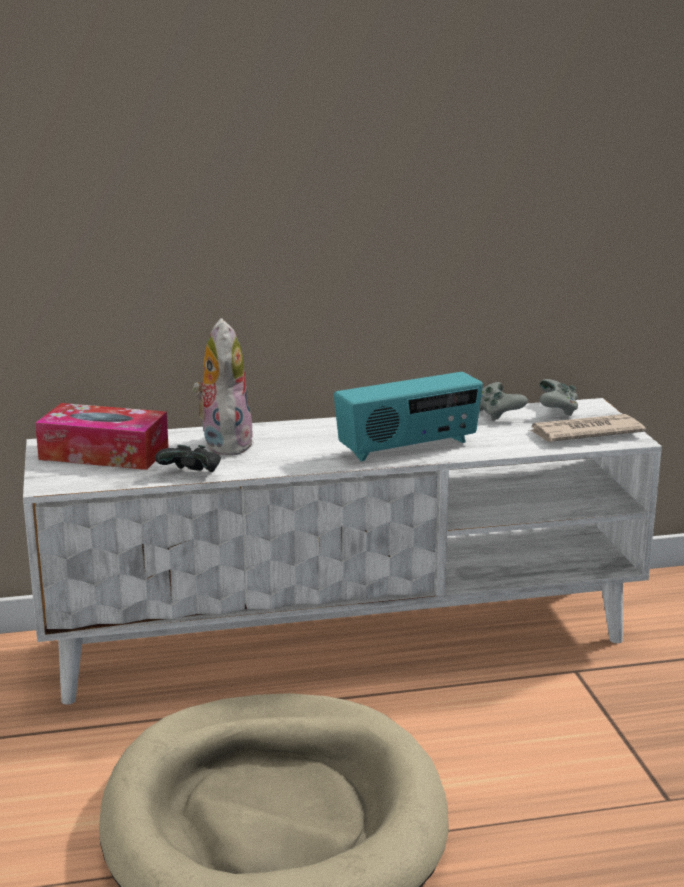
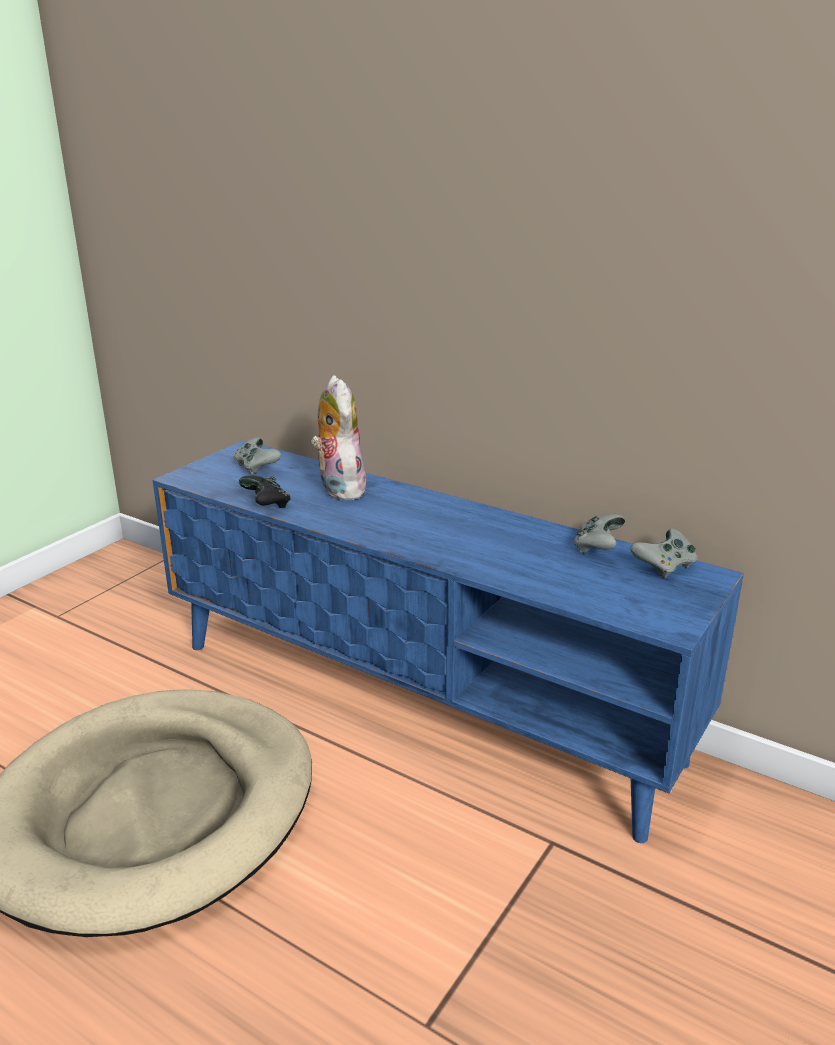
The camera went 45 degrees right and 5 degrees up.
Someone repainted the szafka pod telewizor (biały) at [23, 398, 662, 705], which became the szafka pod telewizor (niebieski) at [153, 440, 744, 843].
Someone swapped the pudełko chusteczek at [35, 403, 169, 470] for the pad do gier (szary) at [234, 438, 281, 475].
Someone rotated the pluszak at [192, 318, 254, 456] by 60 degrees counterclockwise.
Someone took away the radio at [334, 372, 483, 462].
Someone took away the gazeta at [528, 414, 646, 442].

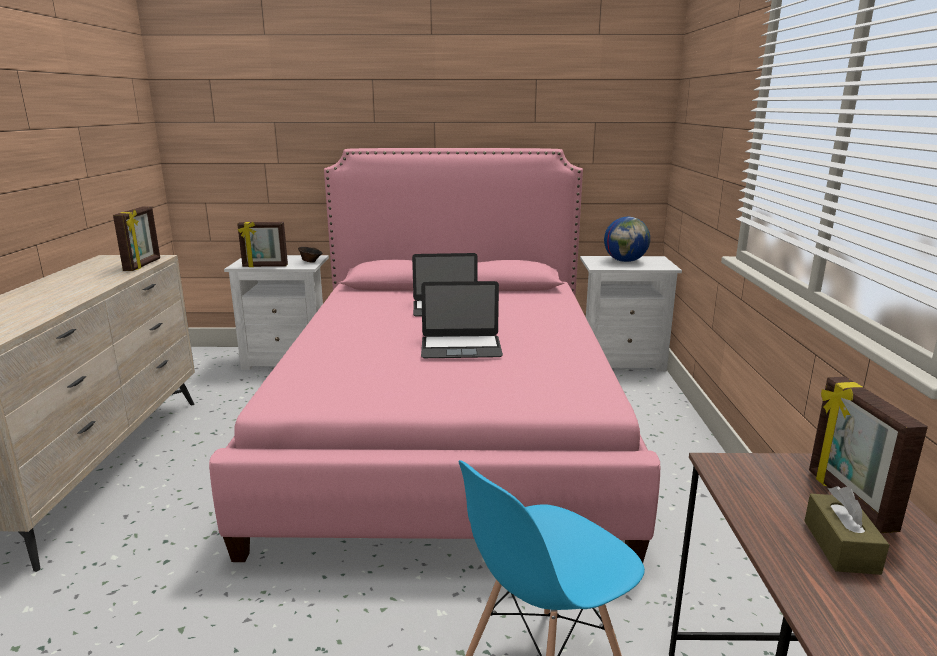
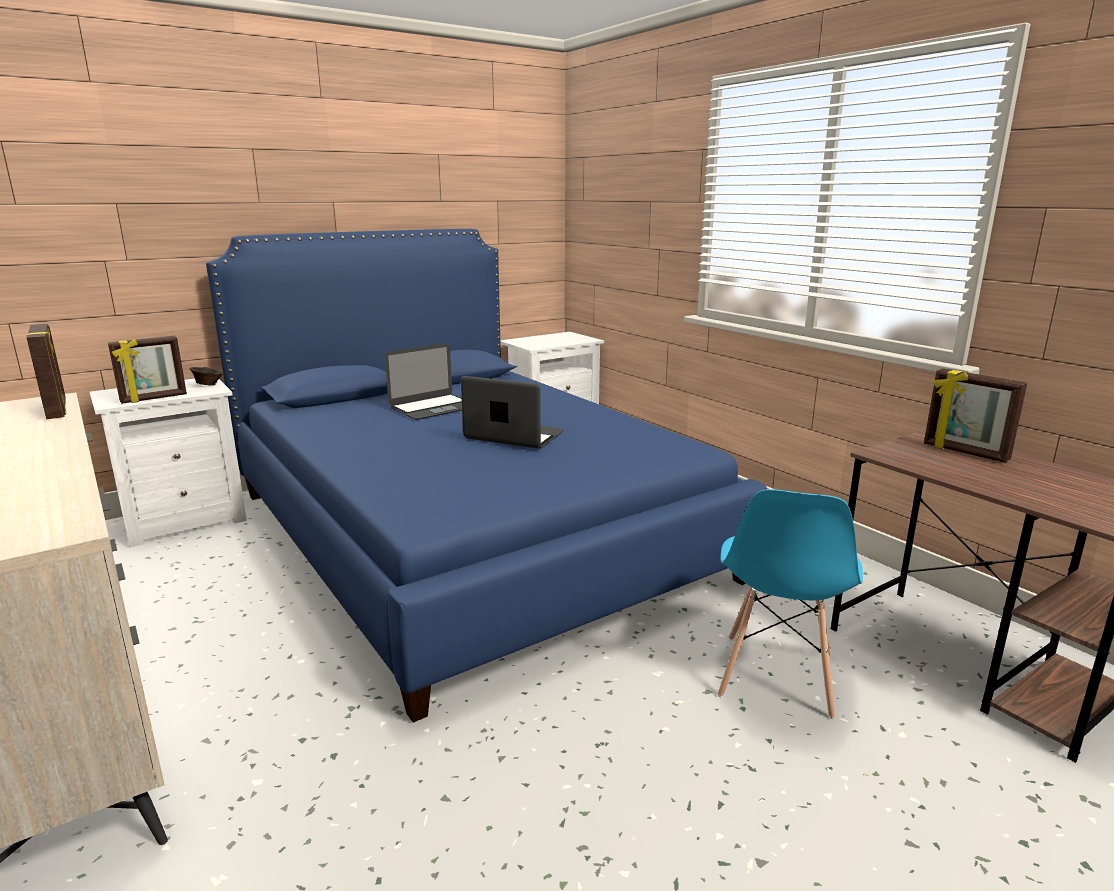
The camera went 35 degrees left and 0 degrees up.
Someone repainted the łóżko (różowy) at [209, 148, 660, 563], which became the łóżko (niebieski) at [206, 229, 767, 722].
Someone rotated the laptop at [421, 281, 503, 358] by 120 degrees counterclockwise.
Someone took away the globus at [604, 217, 650, 262].
Someone took away the pudełko chusteczek (brązowy) at [804, 486, 889, 575].

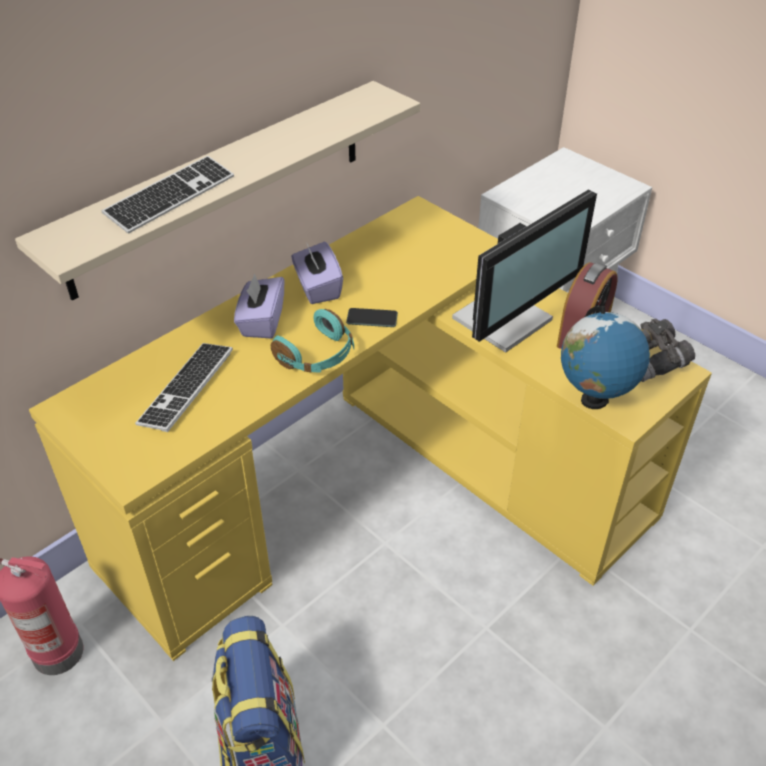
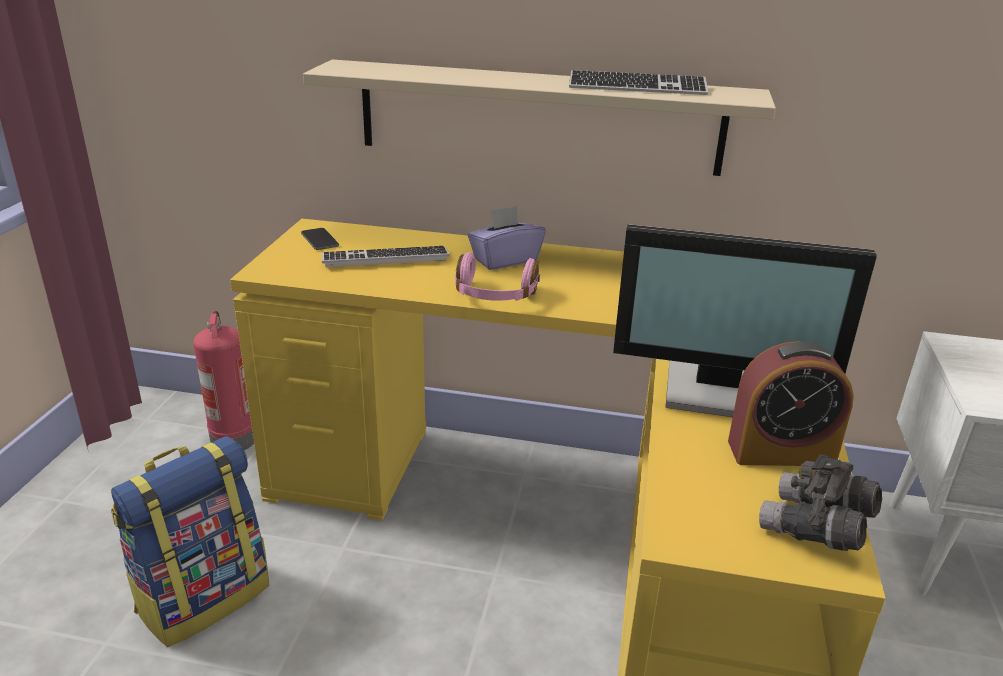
The camera went 55 degrees right and 15 degrees down.
Someone carried the telefon from [346, 308, 398, 327] to [301, 228, 339, 250].
Someone repainted the słuchawki (turkusowy) at [271, 309, 354, 372], which became the słuchawki (różowy) at [455, 252, 540, 301].
Someone carried the klawiatura from [102, 156, 234, 233] to [569, 70, 708, 95].
Someone took away the pudełko chusteczek (fioletowy) at [291, 242, 343, 304].
Someone took away the globus at [561, 306, 650, 409].

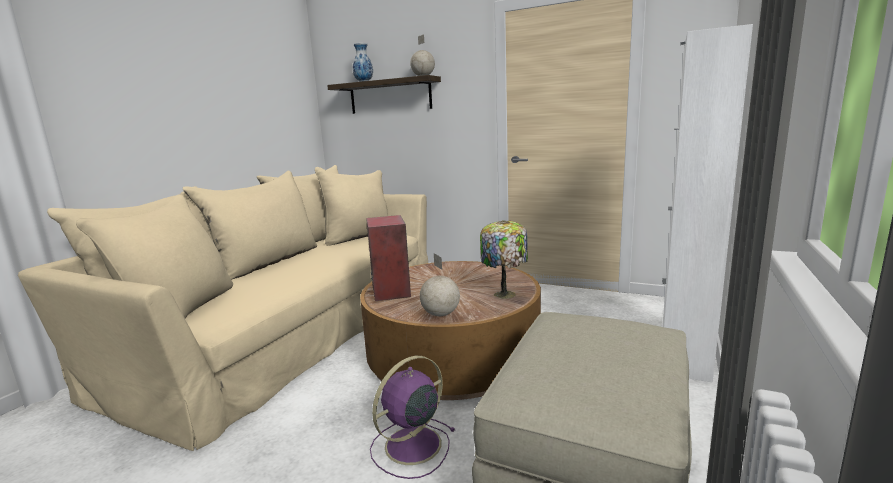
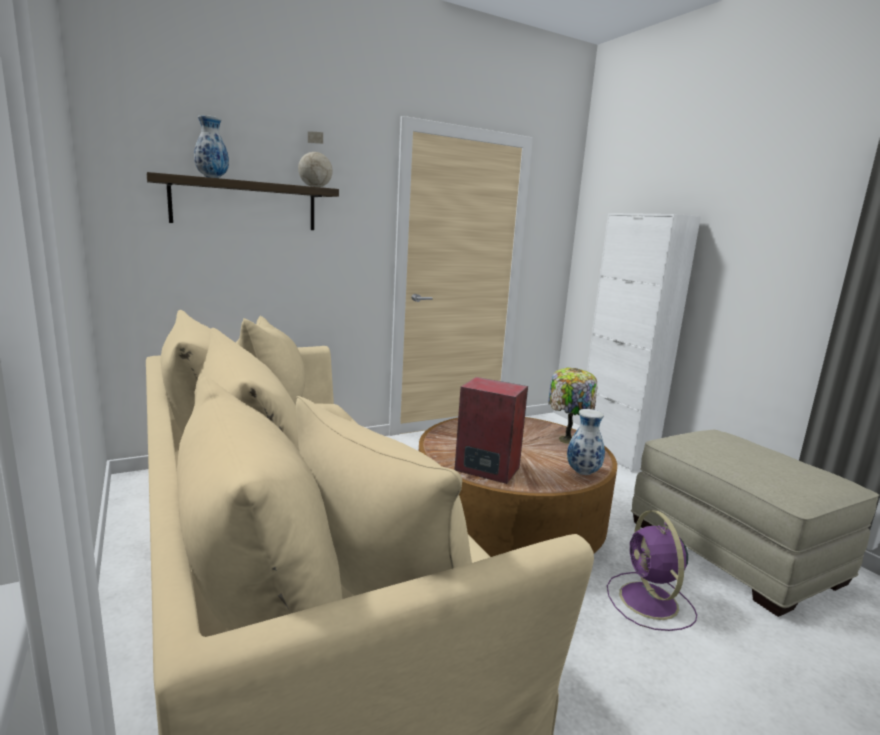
The camera went 55 degrees left and 0 degrees up.
Someone swapped the globus at [420, 253, 460, 316] for the wazon at [567, 409, 605, 475].

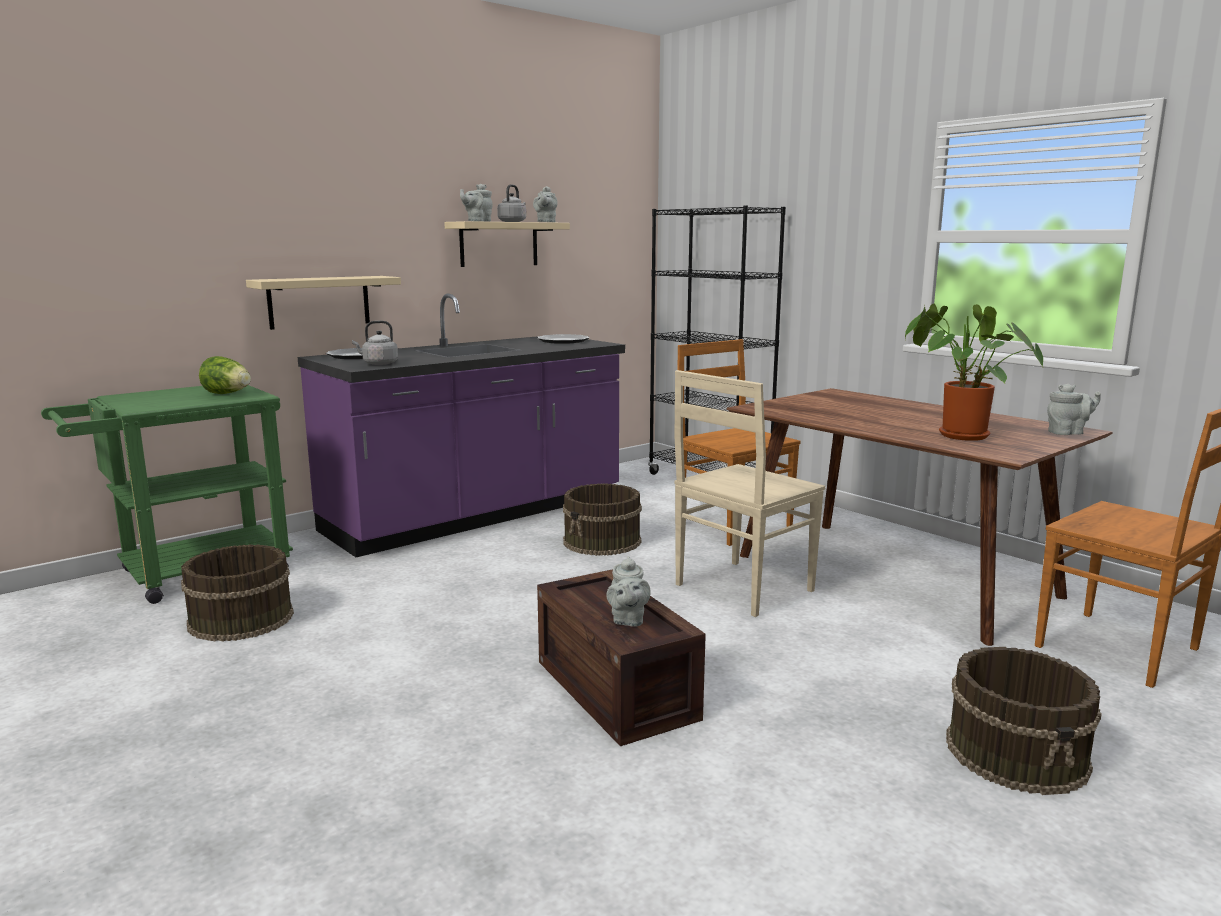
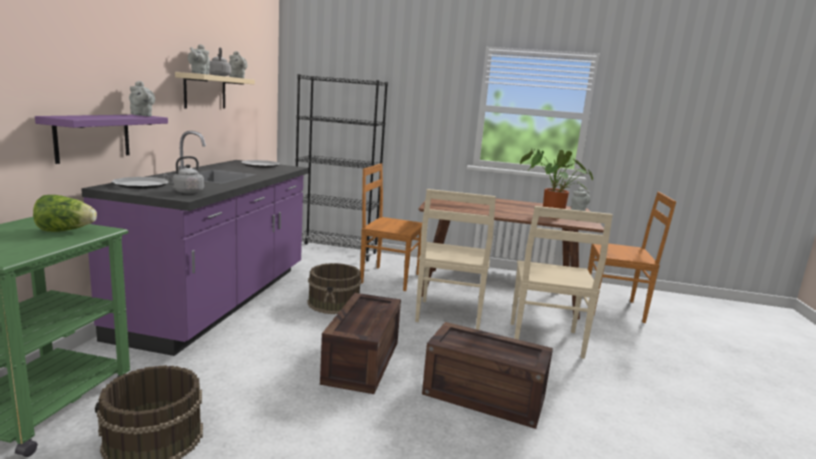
The camera went 40 degrees left and 0 degrees up.
Someone repainted the półka (beżowy) at [246, 276, 401, 330], which became the półka (fioletowy) at [35, 115, 168, 164].
Someone carried the imbryk (szary) from [606, 556, 651, 627] to [129, 81, 155, 116].
Someone put down the skrzynka at [320, 293, 401, 394].
Someone put down the krzesło (beżowy) at [511, 206, 613, 359].
Someone took away the wiadro (brązowy) at [946, 647, 1102, 795].

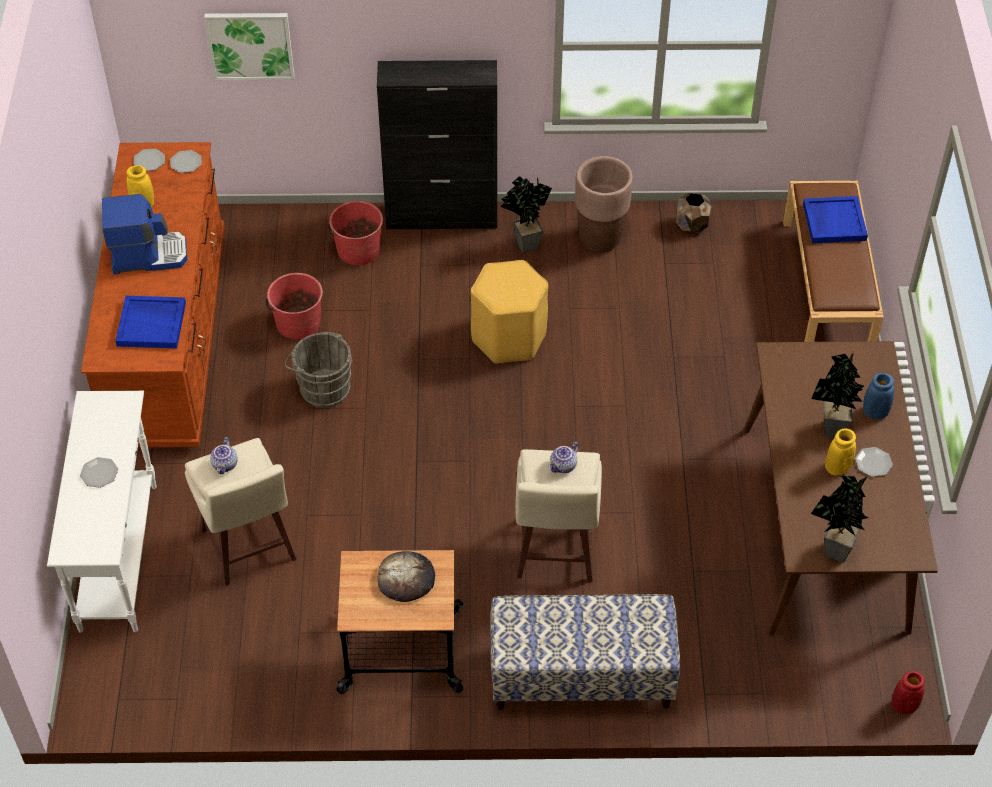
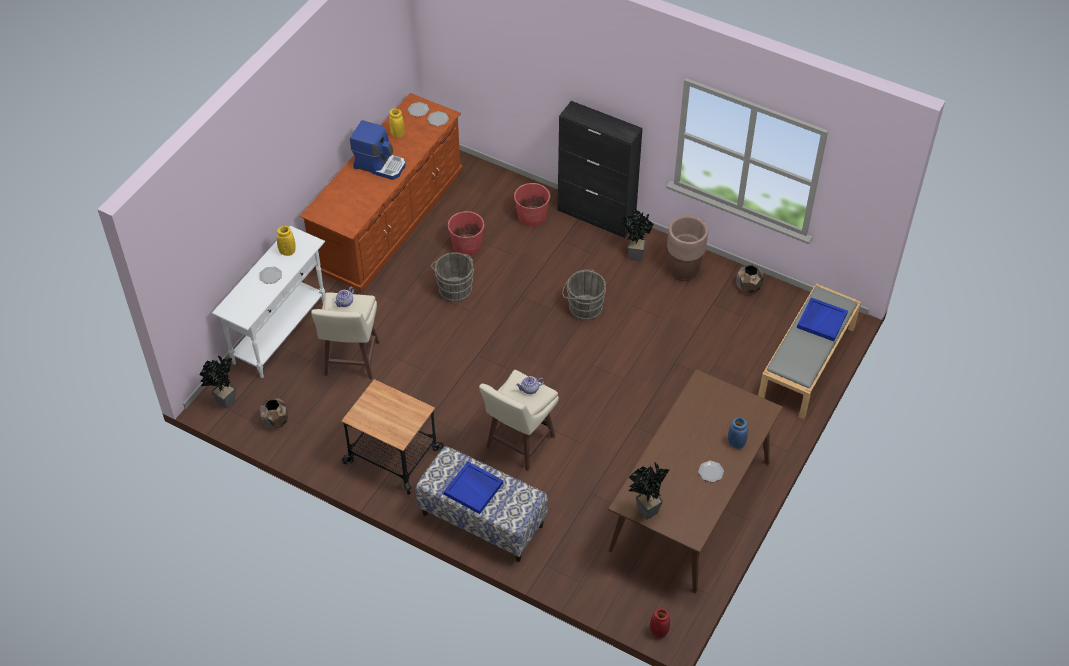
The camera went 30 degrees right and 0 degrees up.
Someone carried the roślina doniczkowa from [812, 352, 864, 438] to [199, 355, 235, 409].
Someone put down the donica (brązowy) at [260, 399, 288, 428].
Someone carried the wazon (żółty) from [825, 429, 856, 476] to [277, 226, 296, 256].
Someone carried the taca (niebieski) from [115, 296, 186, 348] to [444, 461, 503, 514].
Someone swapped the stołek (żółty) at [470, 260, 548, 364] for the wiadro (szary) at [562, 270, 606, 320].
Someone repainted the ławka (brązowy) at [783, 181, 884, 342], which became the ławka (szary) at [758, 284, 861, 419].
Someone took away the obraz at [204, 13, 295, 80].
Someone took away the chleb at [377, 551, 435, 602].

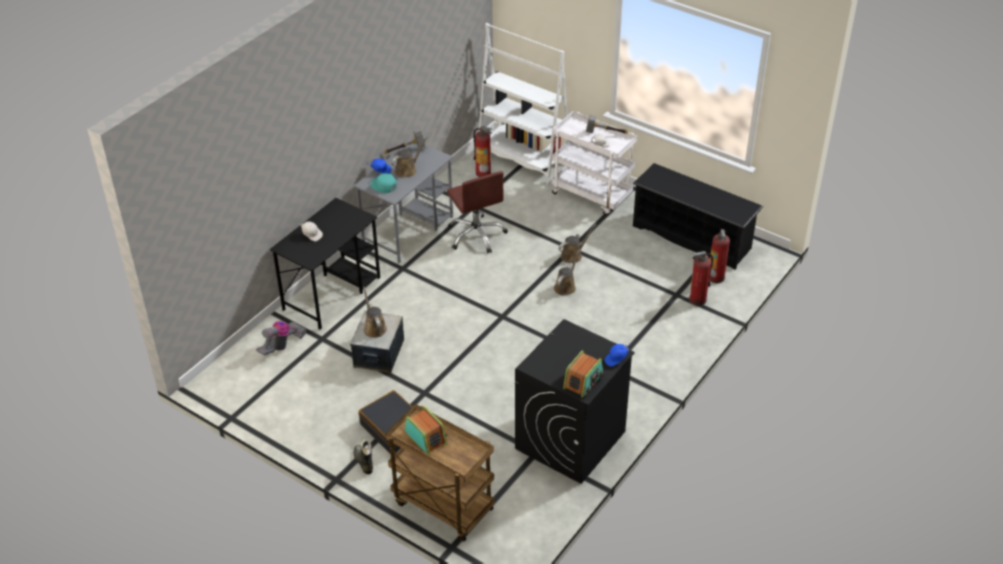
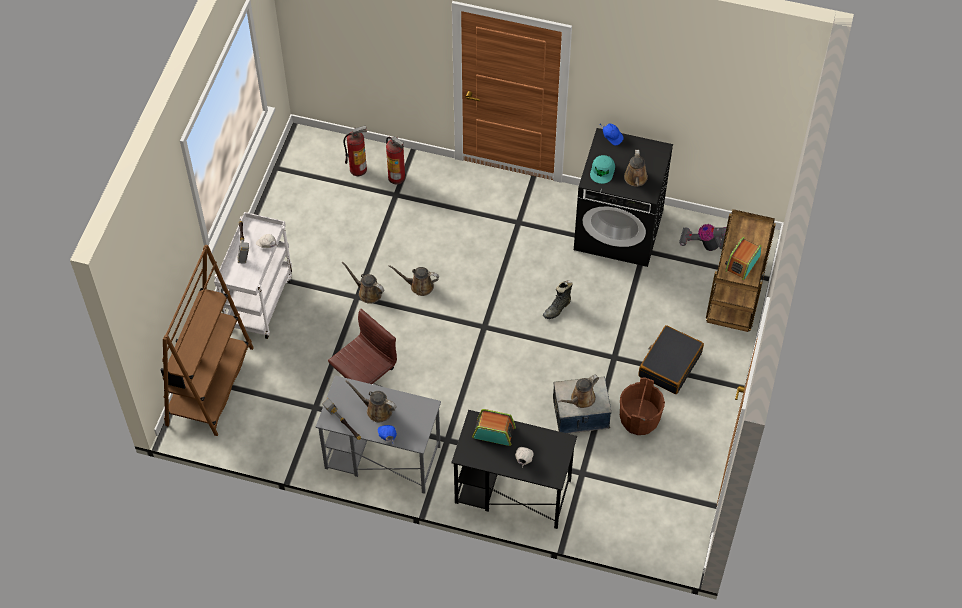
The camera went 110 degrees left and 15 degrees up.
Someone repainted the regał (biały) at [479, 23, 568, 185], which became the regał (brązowy) at [161, 245, 254, 436].
Someone carried the radio from [563, 350, 604, 398] to [472, 409, 516, 446].
Someone carried the but z cholewką (czarny) from [354, 439, 373, 474] to [543, 281, 573, 319].
Someone carried the czapka z daszkiem (turkusowy) from [370, 173, 397, 193] to [590, 155, 615, 184].
Someone put down the wiadro (brązowy) at [620, 378, 665, 435].
Someone put down the konewka (brązowy) at [624, 150, 648, 187].
Someone carried the odkurzacz from [256, 321, 307, 356] to [679, 224, 727, 251].
Someone took away the gaśnica at [473, 126, 492, 177].
Someone took away the regał na buty (czarny) at [633, 163, 763, 270].

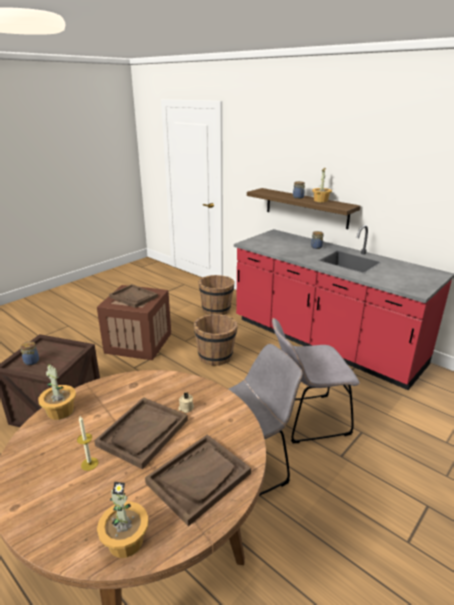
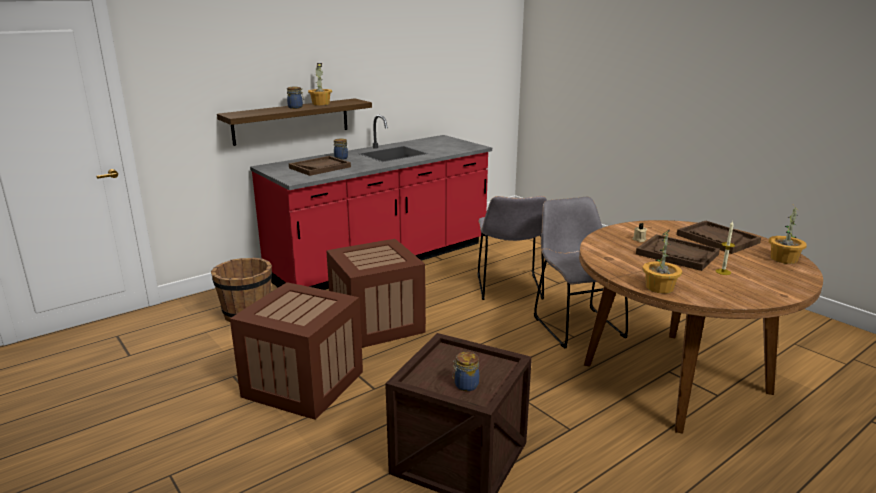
The camera went 80 degrees left and 5 degrees down.
Someone carried the taca (brązowy) from [109, 284, 158, 308] to [289, 156, 351, 176].
Someone swapped the wiadro (brązowy) at [194, 314, 238, 366] for the skrzynka at [326, 239, 426, 348].

